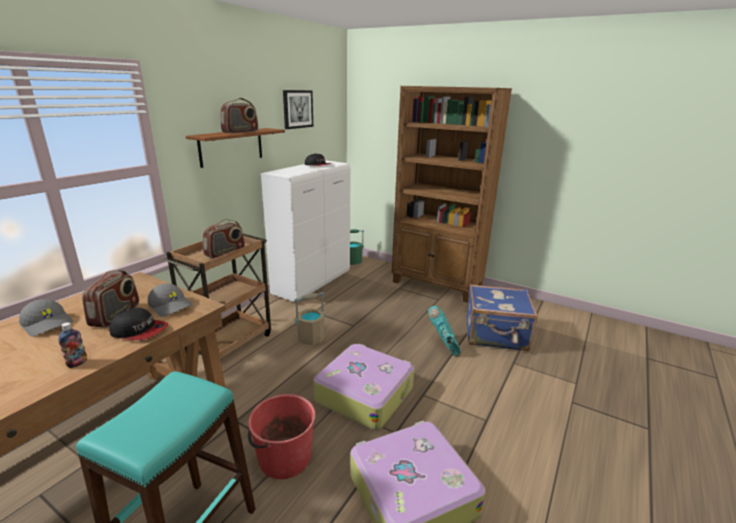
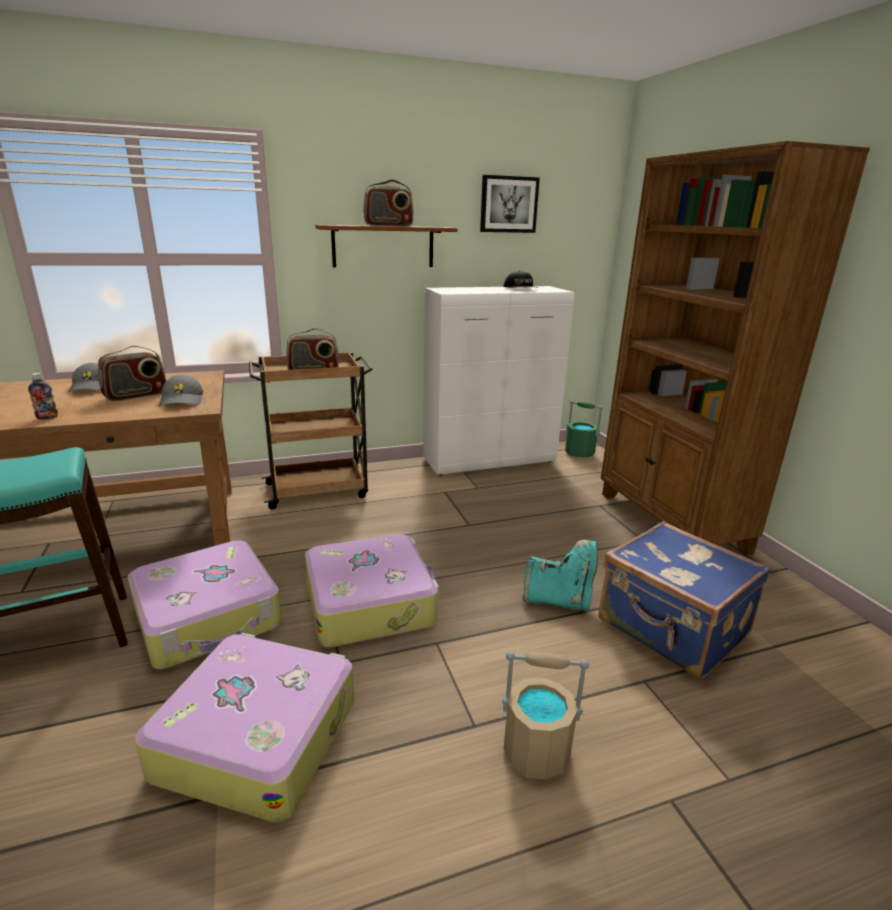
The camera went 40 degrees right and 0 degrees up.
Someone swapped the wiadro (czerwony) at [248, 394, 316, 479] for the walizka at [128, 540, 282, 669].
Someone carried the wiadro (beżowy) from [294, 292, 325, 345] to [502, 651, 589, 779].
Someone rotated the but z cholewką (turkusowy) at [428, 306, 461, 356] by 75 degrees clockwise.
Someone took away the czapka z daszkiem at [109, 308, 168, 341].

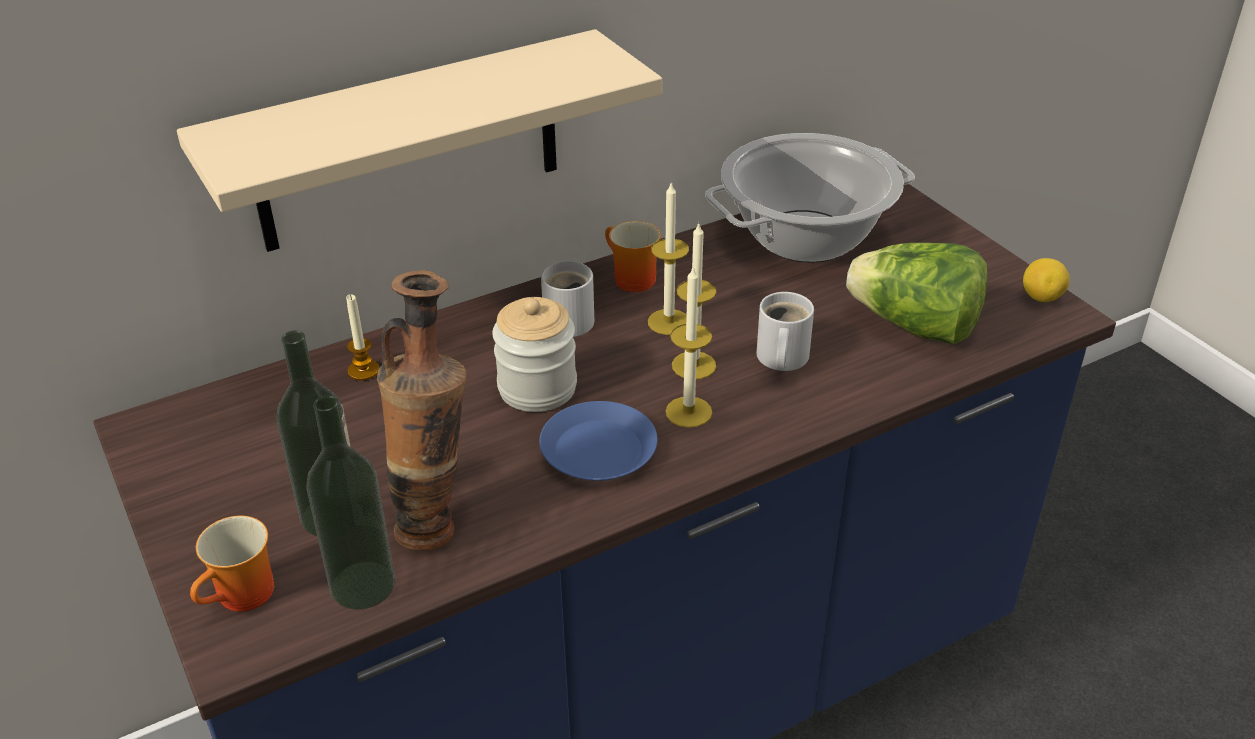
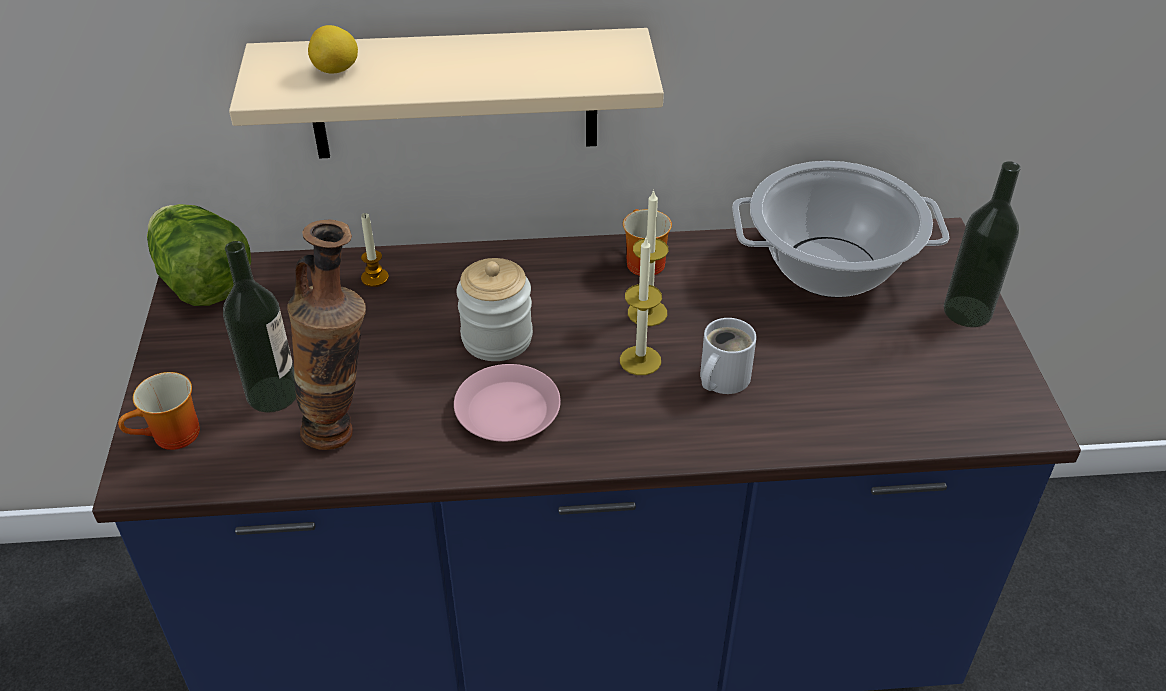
The camera went 25 degrees right and 5 degrees up.
Someone carried the sałata from [846, 242, 988, 344] to [147, 204, 251, 306].
Someone carried the cytryna from [1023, 258, 1070, 302] to [308, 25, 358, 74].
Someone repainted the talerz (niebieski) at [539, 401, 658, 481], which became the talerz (różowy) at [454, 364, 561, 442].
Someone carried the butelka from [306, 396, 395, 610] to [944, 161, 1021, 327].
Someone took away the kubek (biały) at [541, 261, 594, 337].
Someone took away the świeca at [665, 265, 712, 428].

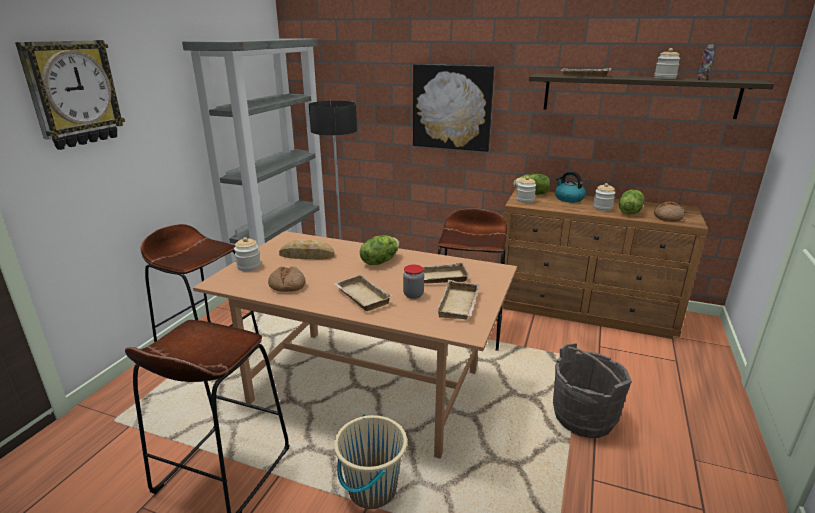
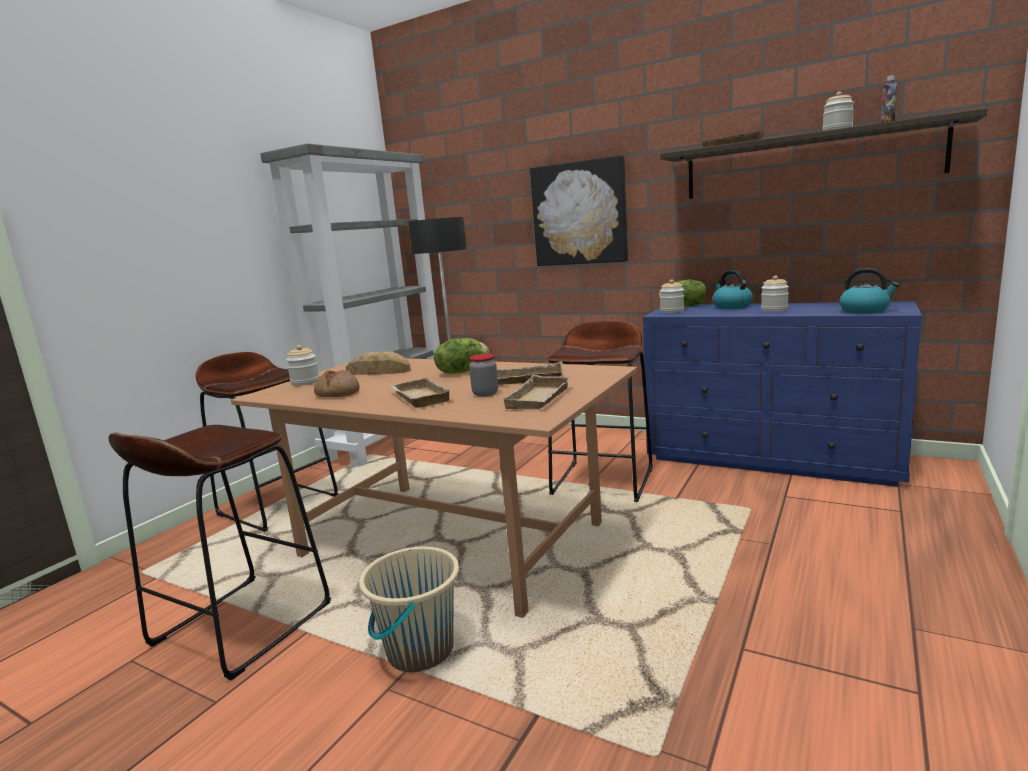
The camera went 10 degrees right and 10 degrees down.
Someone repainted the komoda (brązowy) at [500, 189, 708, 339], which became the komoda (niebieski) at [643, 301, 922, 487].
Someone swapped the chleb at [654, 202, 684, 222] for the czajnik at [839, 268, 900, 314].
Someone took away the zegar ścienny at [15, 40, 125, 150].
Someone took away the wiadro (szary) at [553, 343, 632, 438].
Someone took away the sałata at [619, 190, 644, 214].

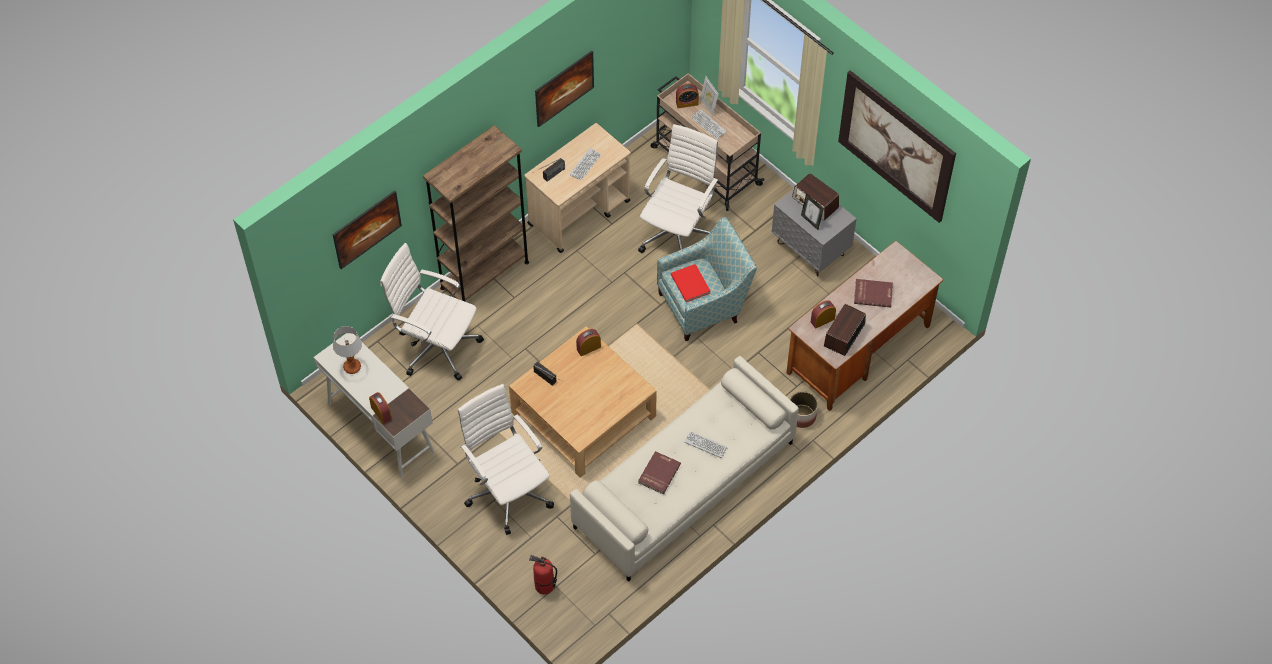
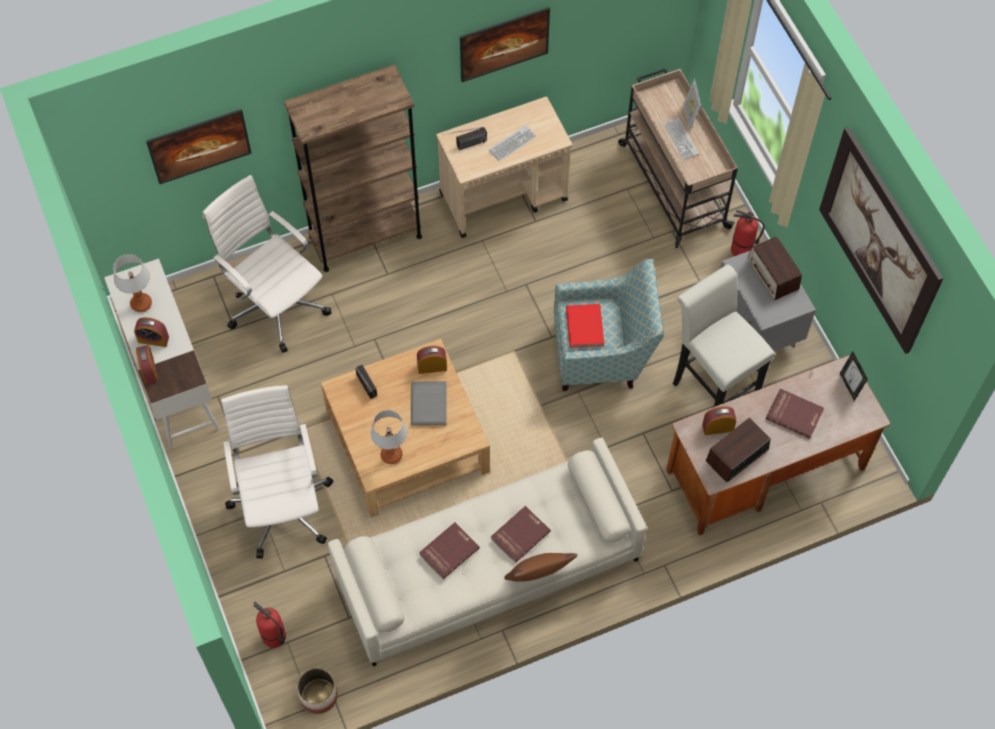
The camera went 20 degrees right and 5 degrees up.
Someone carried the budzik from [676, 84, 699, 108] to [134, 317, 169, 347].
Someone carried the donica from [790, 391, 818, 428] to [297, 668, 338, 714].
Someone put down the lampa stołowa at [371, 410, 407, 464].
Someone put down the książka (szary) at [411, 381, 447, 426].
Someone swapped the klawiatura at [684, 431, 728, 458] for the książka (czerwony) at [491, 506, 551, 563].
Someone put down the poduszka (brązowy) at [504, 553, 578, 582].
Someone put down the stołek (biały) at [673, 264, 775, 407].
Someone put down the gaśnica at [731, 210, 765, 256].
Someone carried the ramka na zdjęcie from [801, 193, 824, 230] to [840, 351, 868, 401].
Someone took away the krzesło biurowe (biały) at [638, 124, 719, 253].

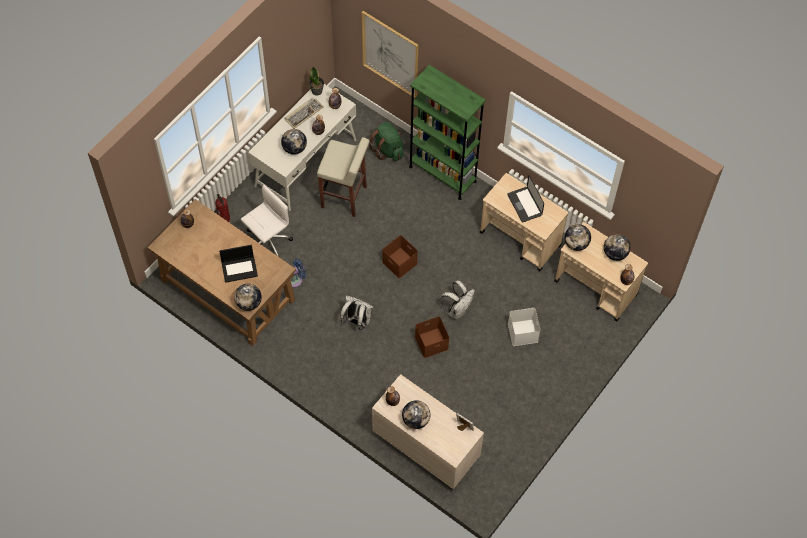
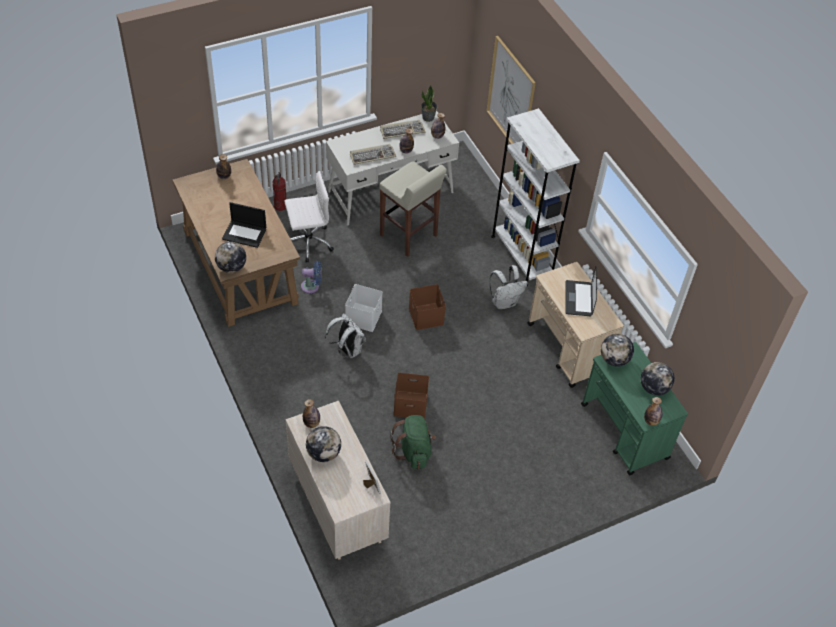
The camera went 25 degrees right and 10 degrees down.
Someone carried the pojemnik do przechowywania (biały) from [508, 308, 540, 346] to [345, 284, 383, 332].
Someone swapped the globus at [281, 129, 307, 155] for the klawiatura at [350, 144, 396, 165].
Someone carried the plecak (zielony) from [369, 122, 403, 161] to [391, 415, 436, 469].
Someone carried the plecak (biały) from [440, 280, 475, 319] to [489, 265, 528, 310].
Someone repainted the regał (zielony) at [409, 65, 486, 200], which became the regał (biały) at [491, 108, 580, 286].
Someone repainted the wózek (beżowy) at [555, 222, 648, 321], which became the wózek (zielony) at [581, 342, 688, 475].

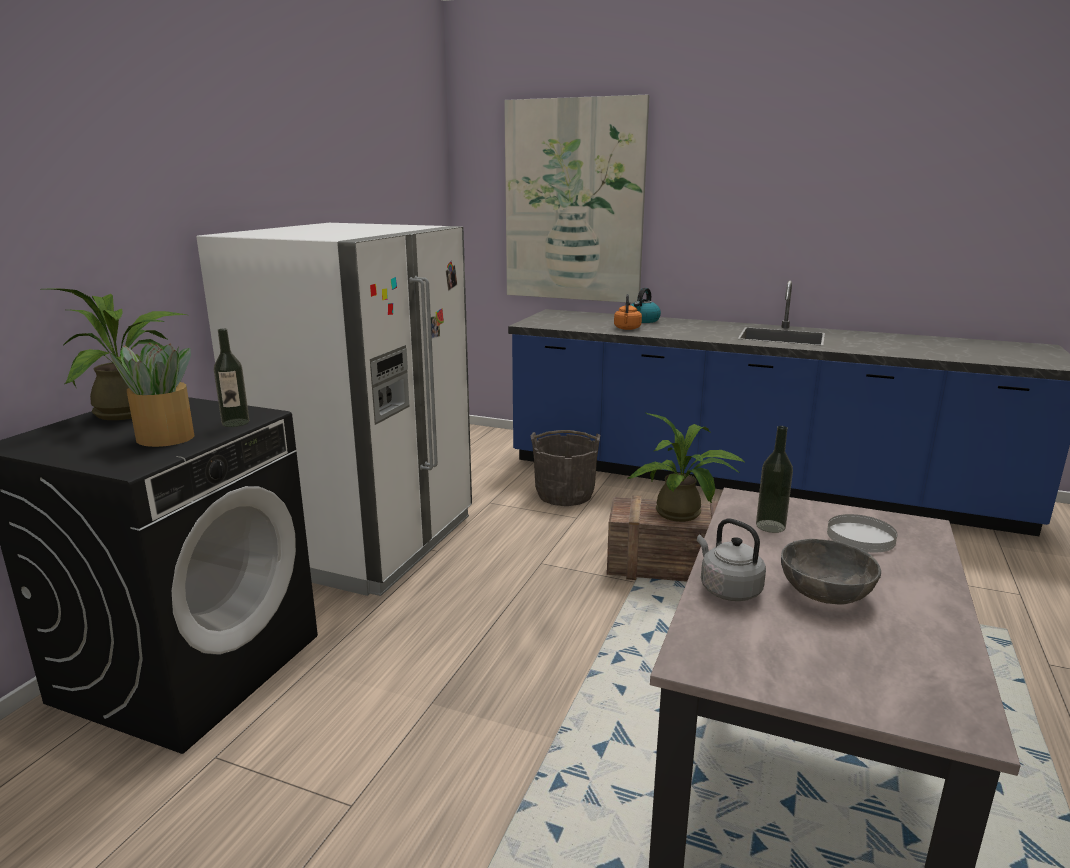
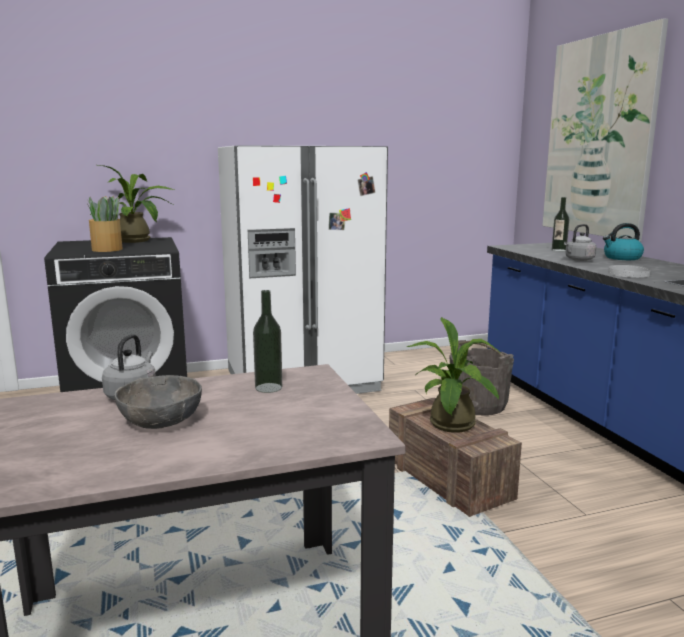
The camera went 50 degrees right and 5 degrees down.
Someone carried the butelka from [214, 328, 249, 427] to [552, 197, 569, 251].
Someone repainted the czajnik (pomarańczowy) at [614, 294, 642, 330], which became the czajnik (szary) at [564, 224, 596, 261].
Someone carried the talerz (biały) from [827, 514, 897, 552] to [608, 265, 651, 278].

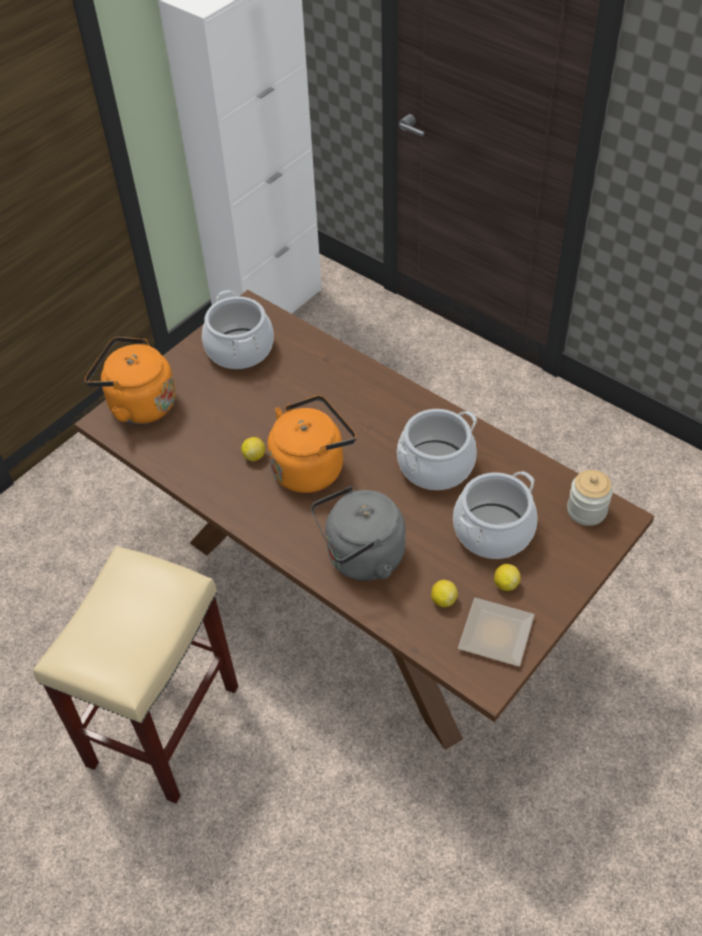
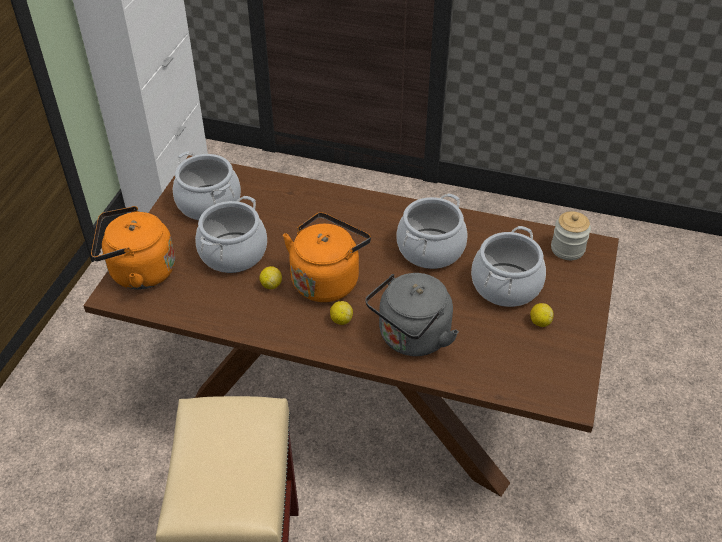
The camera went 25 degrees left and 5 degrees down.
Someone put down the garnek at [195, 196, 267, 273].
Someone carried the cytryna from [431, 580, 458, 607] to [330, 301, 353, 325].
Someone took away the talerz at [458, 598, 535, 666].

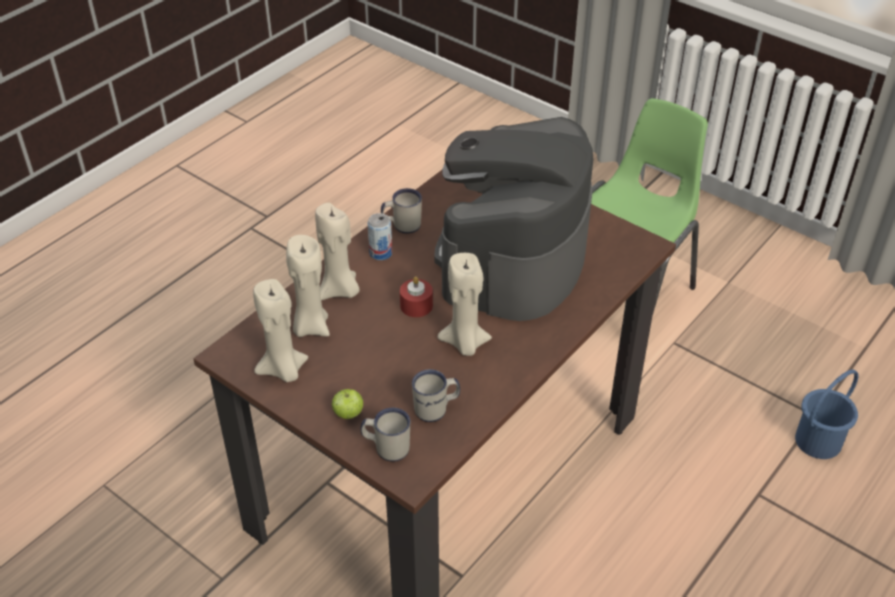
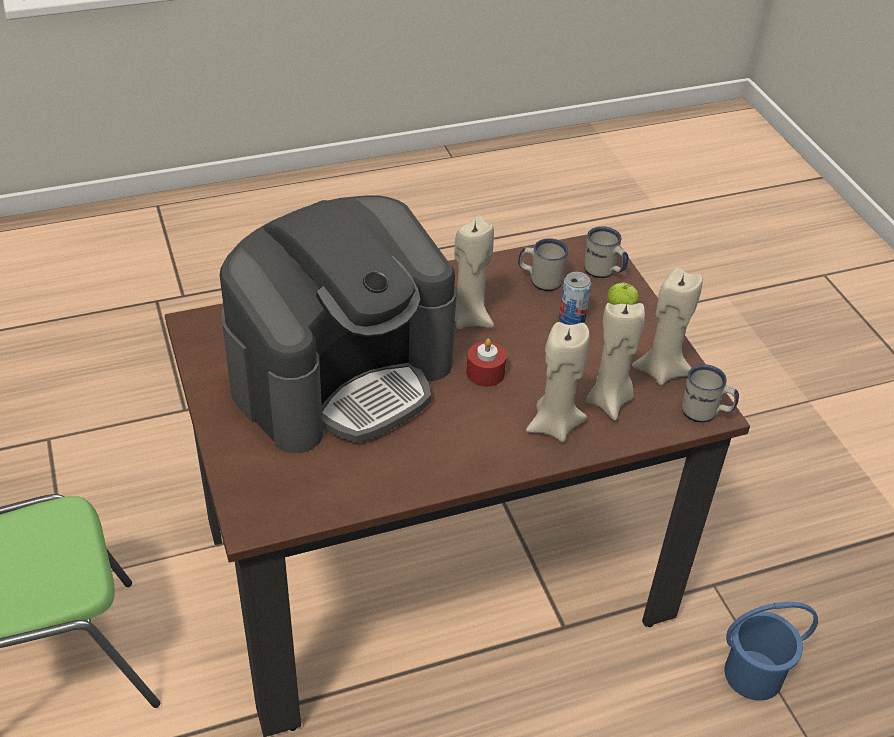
The camera went 150 degrees left and 0 degrees up.
Someone carried the puszka from [368, 213, 392, 260] to [559, 272, 591, 325].
Someone carried the kubek (biały) from [381, 188, 422, 234] to [682, 364, 739, 422].
Someone carried the wiadro (niebieski) from [795, 369, 859, 459] to [724, 602, 818, 701].

